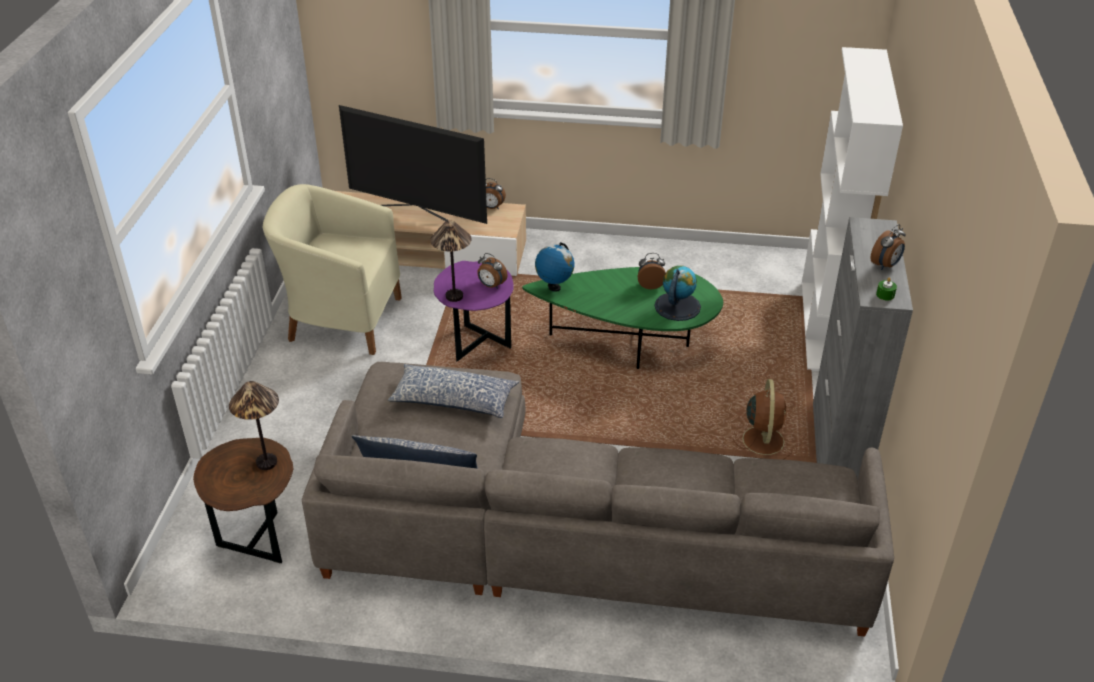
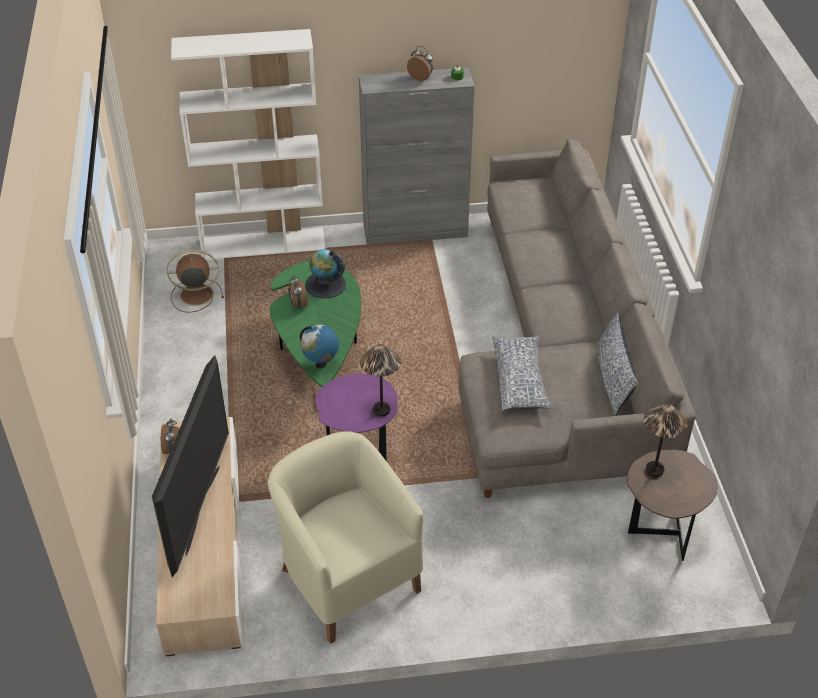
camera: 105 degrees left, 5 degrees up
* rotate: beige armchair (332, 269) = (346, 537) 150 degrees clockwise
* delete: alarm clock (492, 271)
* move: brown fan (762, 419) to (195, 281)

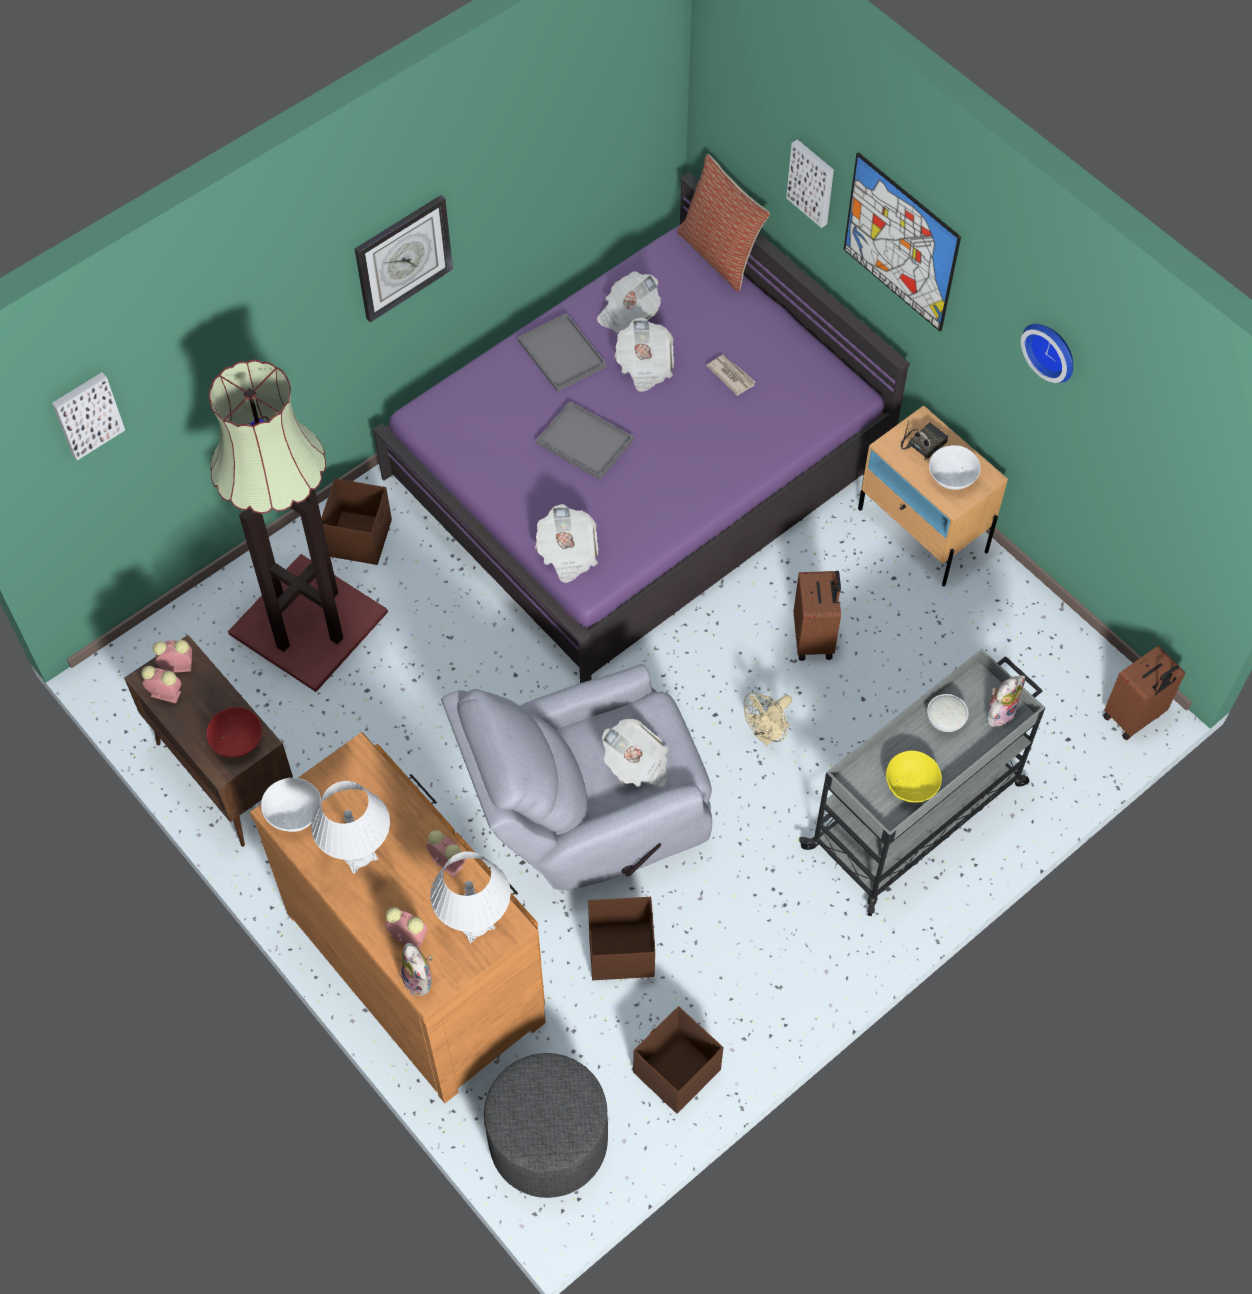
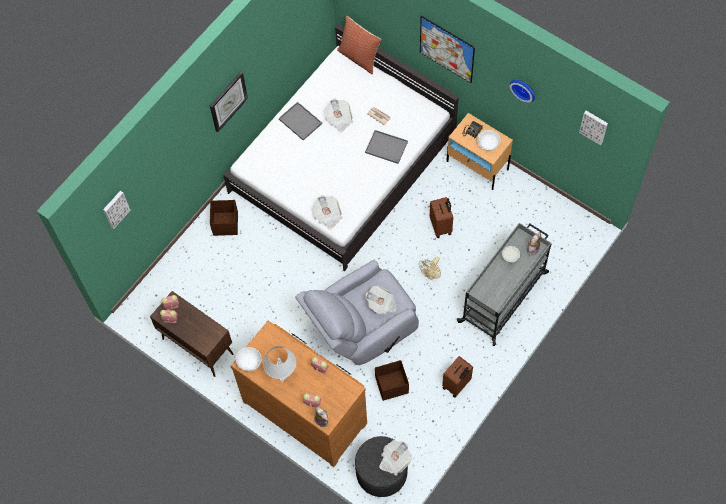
camera: 10 degrees left, 5 degrees up
* move: picture (810, 183) to (593, 128)
* recolor: purple bed (641, 428) to white bed (341, 147)
* move: newspaper (629, 302) to (395, 458)
* delete: floor lamp (298, 526)
* move: grey tray (585, 440) to (386, 147)
* move: brown suitcase (1144, 693) to (457, 376)
* delete: red bowl (234, 732)
* delete: yellow bowl (914, 777)
* delete: white table lamp (470, 897)
* delete: brown storage box (678, 1060)

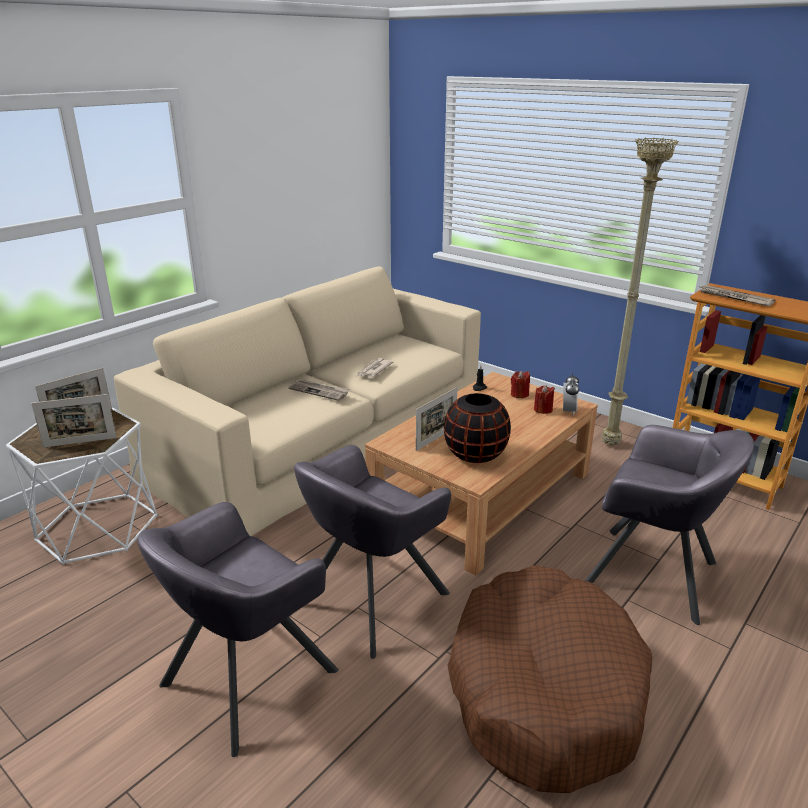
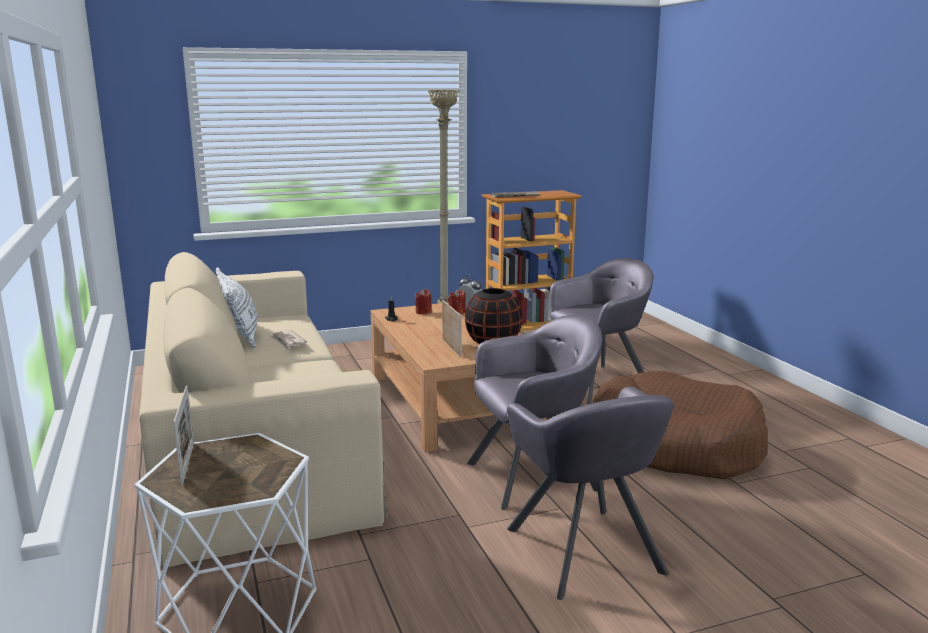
camera: 60 degrees left, 10 degrees down
* delete: newspaper (319, 390)
* delete: picture frame (74, 421)
* rotate: grey armchair (372, 552) = (534, 412) 90 degrees counterclockwise
* insert: white pillow (236, 308)

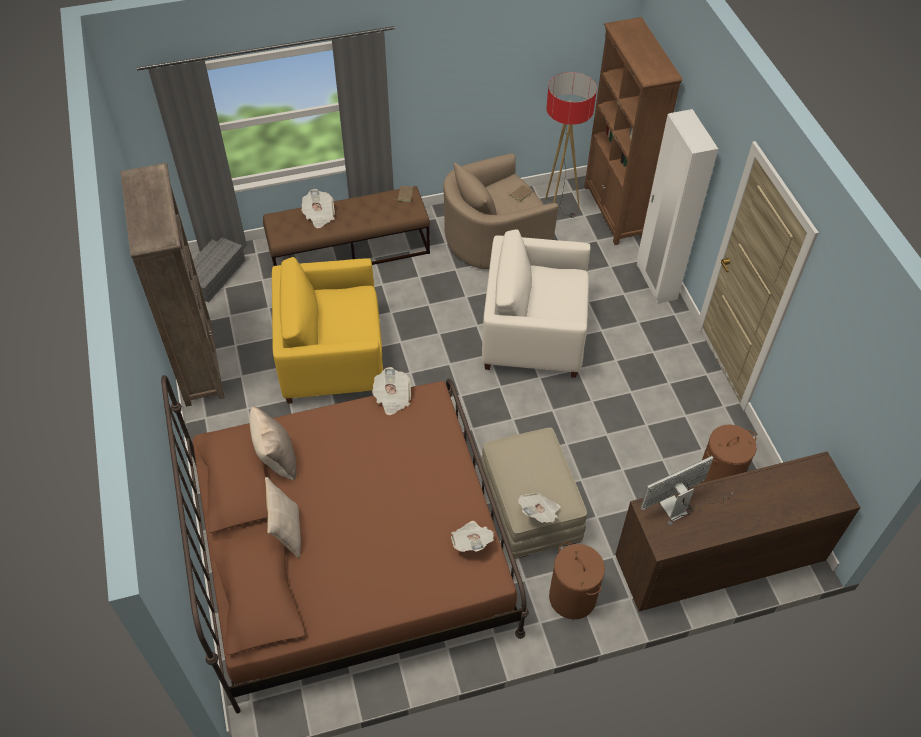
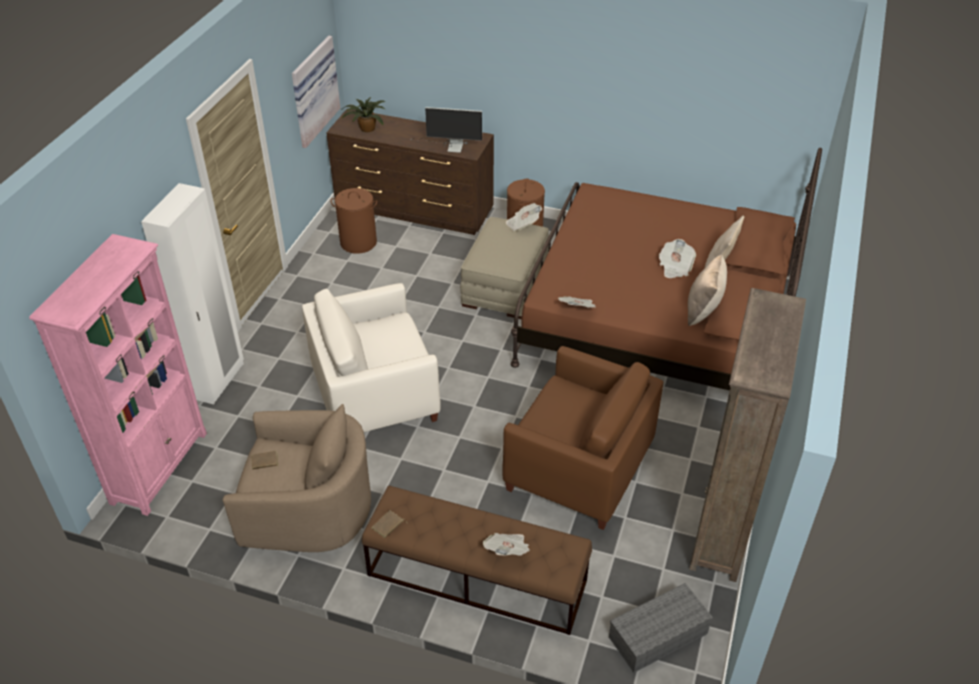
camera: 145 degrees left, 10 degrees down
* recolor: brown bookcase (633, 131) to pink bookcase (118, 375)
* delete: floor lamp (571, 145)
* rotate: white armchair (536, 303) = (371, 357) 120 degrees clockwise
* recolor: yellow armchair (327, 330) to brown armchair (582, 438)
* move: newspaper (472, 536) to (677, 258)
* insert: picture (316, 91)
* insert: potted plant (364, 114)

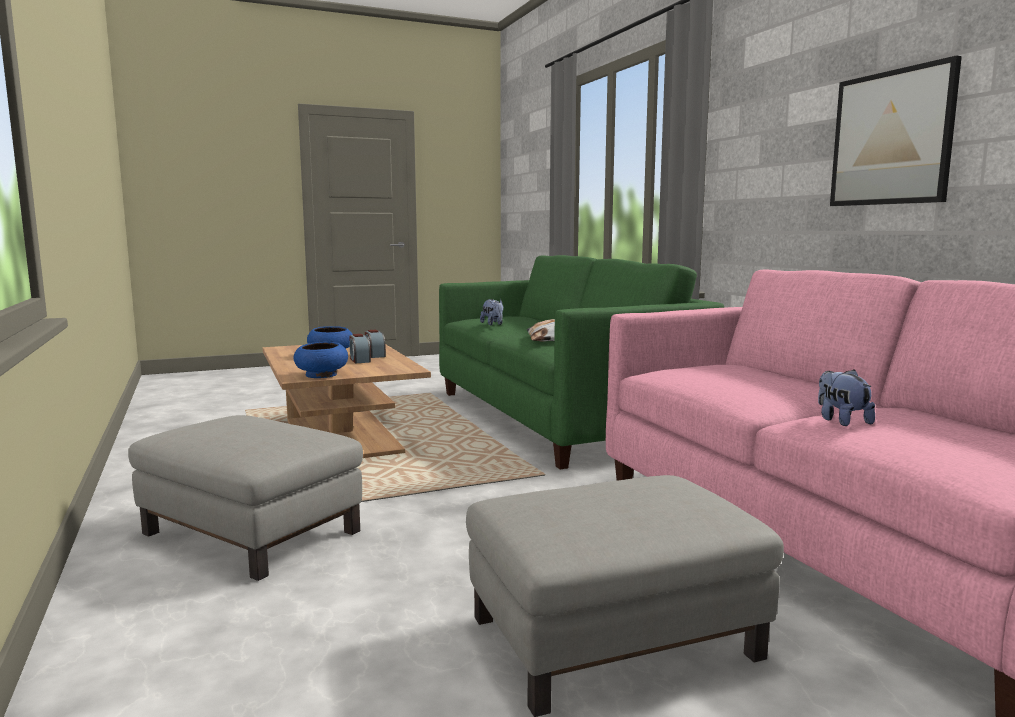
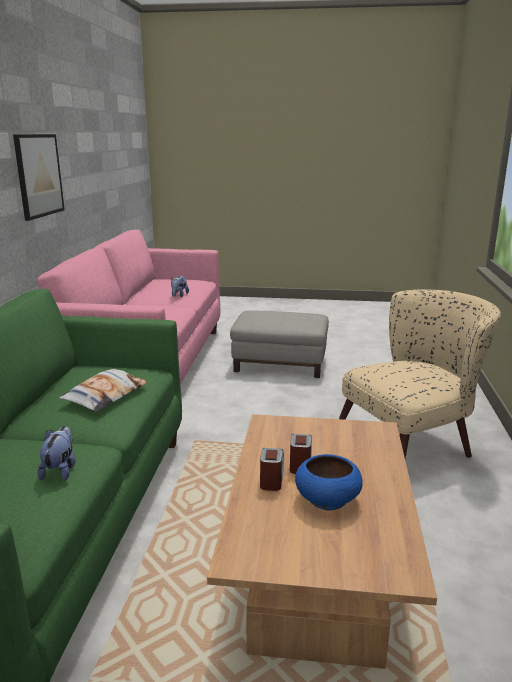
camera: 150 degrees left, 10 degrees up
* delete: blue bowl (320, 360)
* replace: grey ottoman (245, 498) to beige armchair (420, 373)

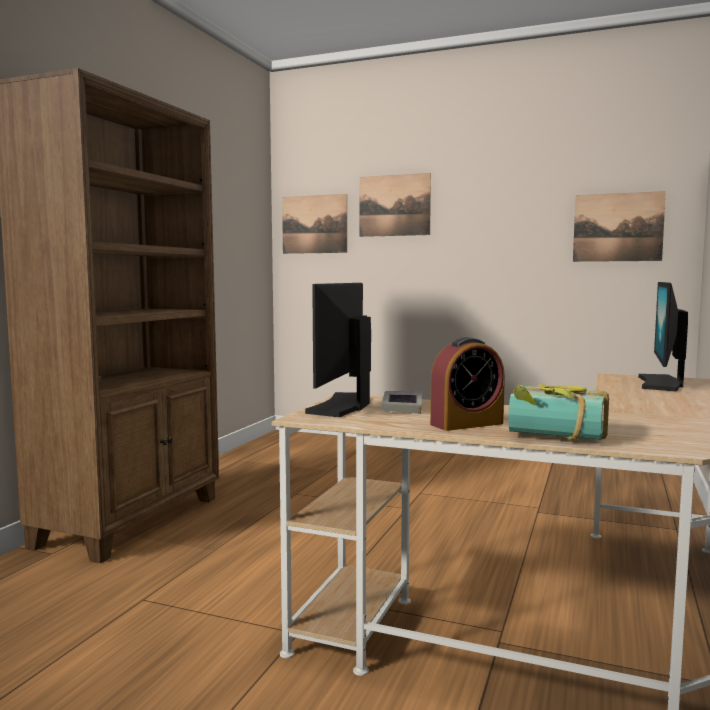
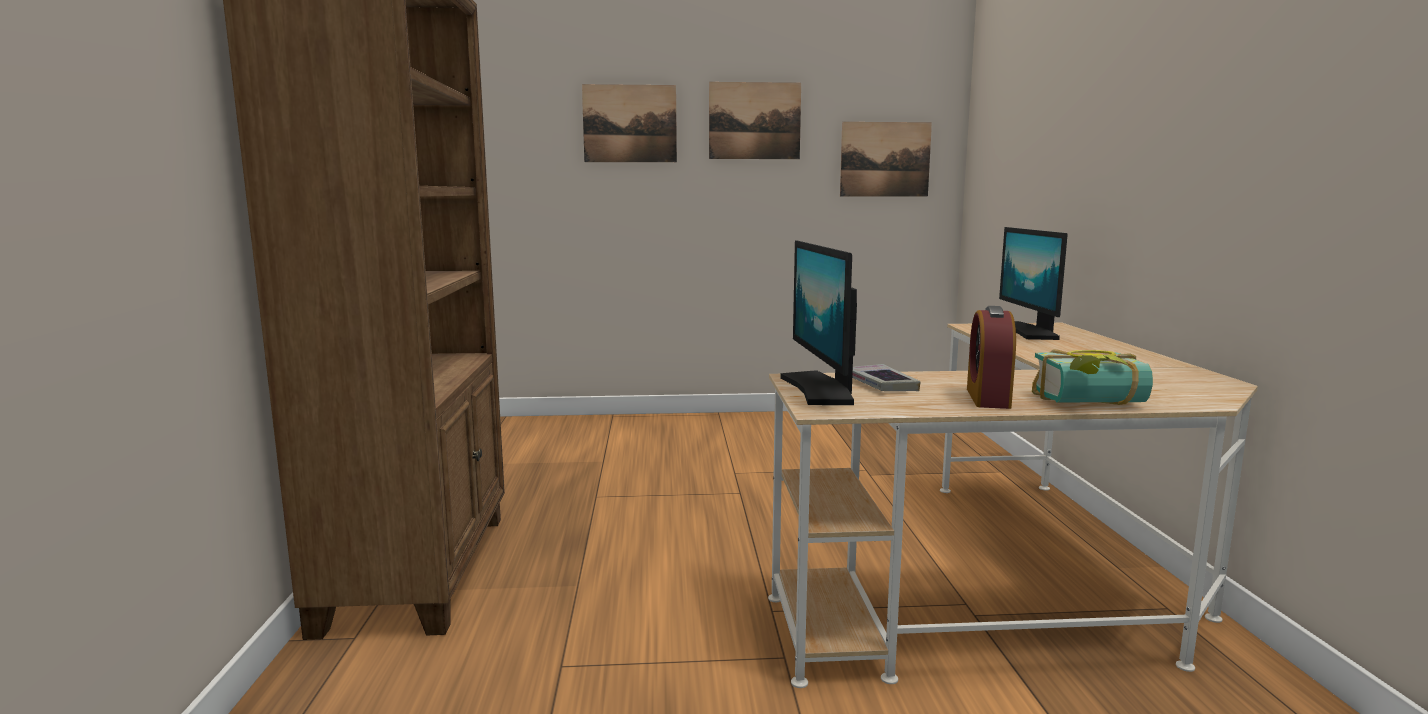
camera: 25 degrees left, 5 degrees up
* move: picture (314, 224) to (755, 120)
* rotate: alarm clock (467, 384) = (991, 357) 150 degrees clockwise

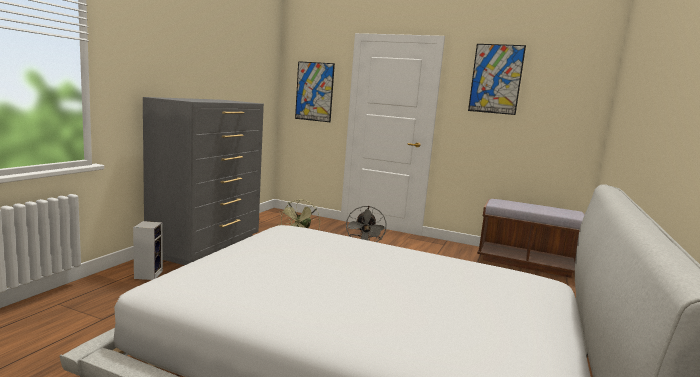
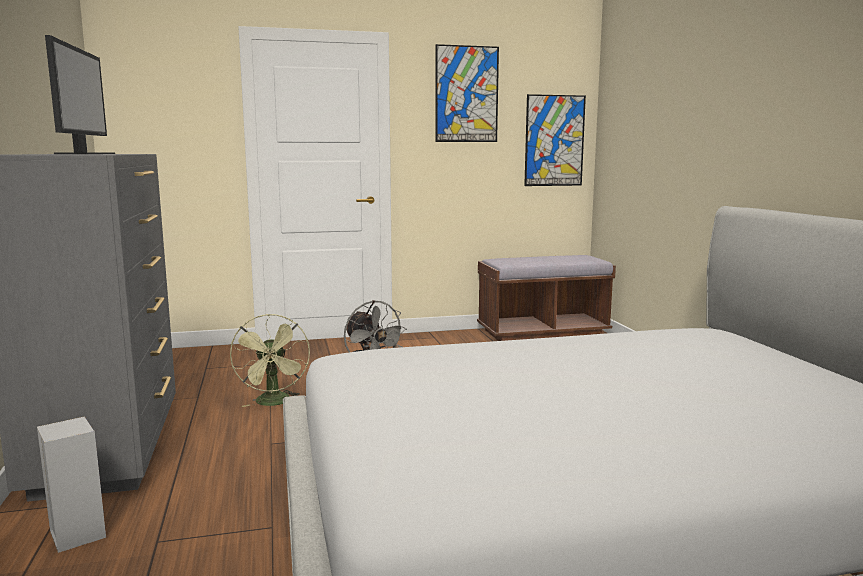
camera: 35 degrees left, 0 degrees up
* move: picture (315, 91) to (555, 140)
* insert: monitor (80, 94)

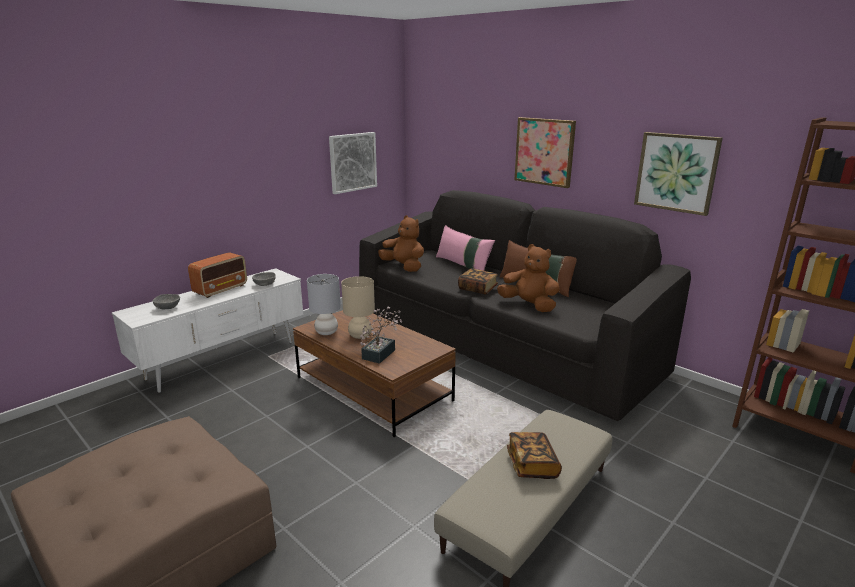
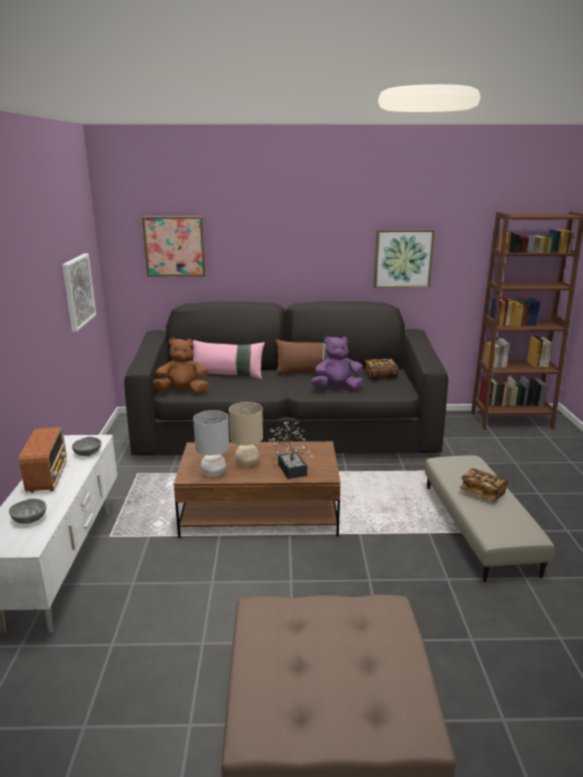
camera: 45 degrees left, 0 degrees up
* move: picture (545, 152) to (173, 246)
* recolor: brown plush toy (528, 278) to purple plush toy (337, 363)
* move: book (478, 281) to (381, 369)

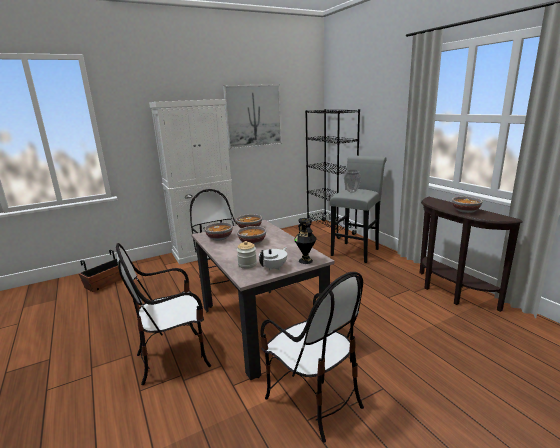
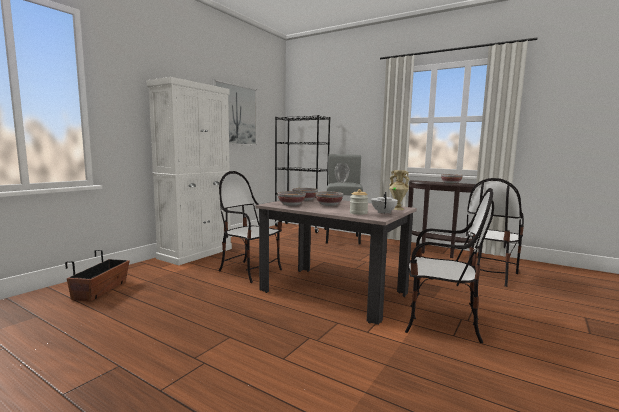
camera: 30 degrees left, 10 degrees down
* recolor: black vase (305, 241) to beige vase (399, 190)
* move: chair (163, 314) to (495, 232)

